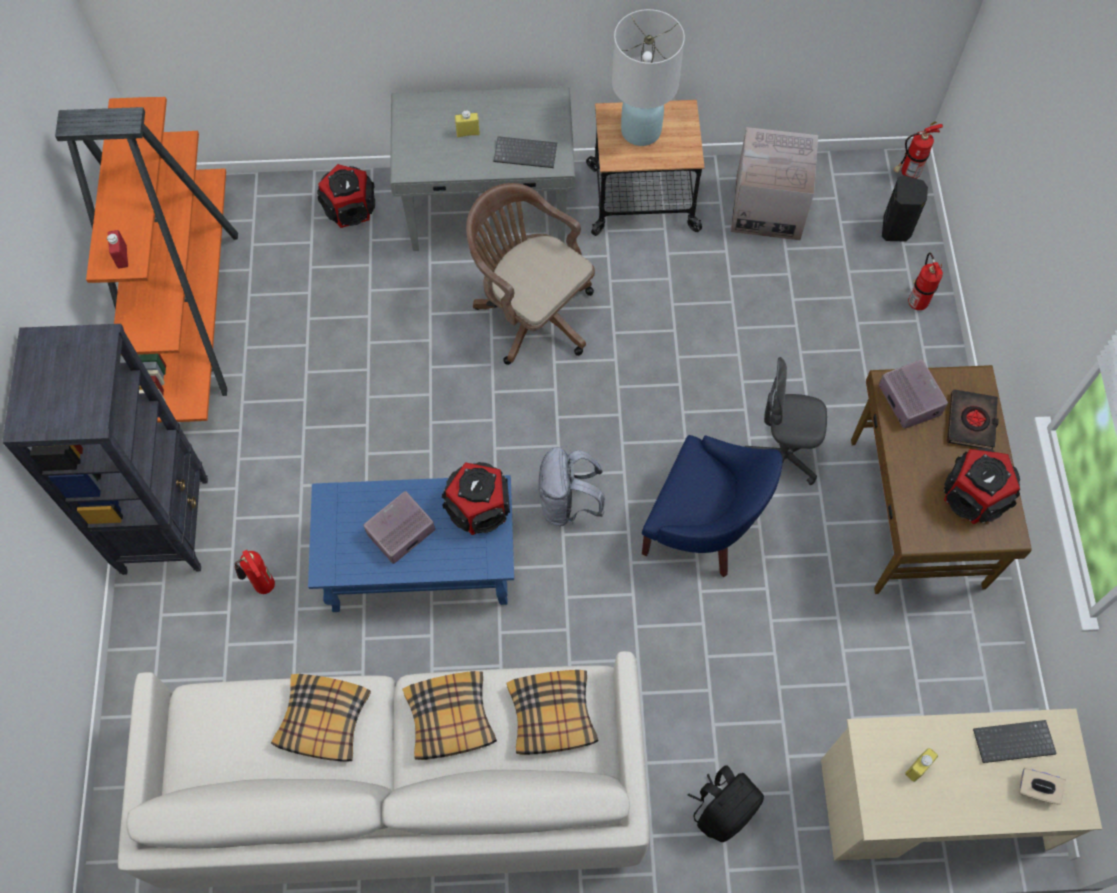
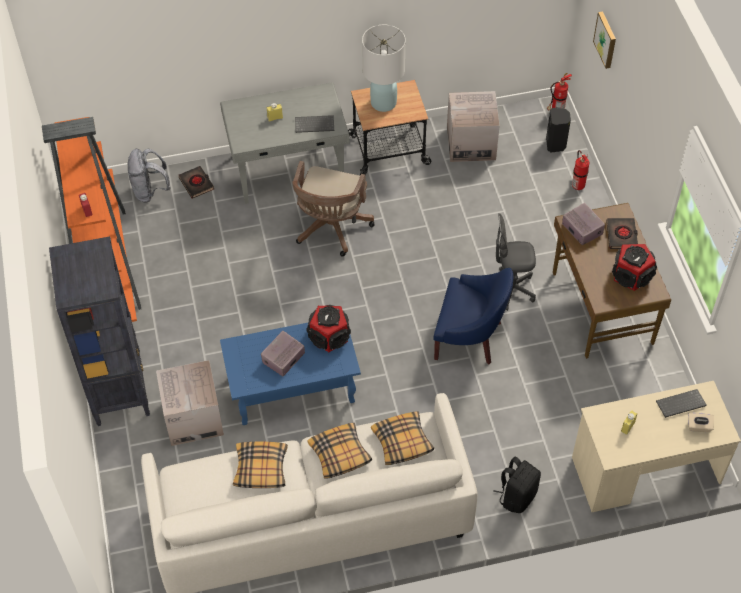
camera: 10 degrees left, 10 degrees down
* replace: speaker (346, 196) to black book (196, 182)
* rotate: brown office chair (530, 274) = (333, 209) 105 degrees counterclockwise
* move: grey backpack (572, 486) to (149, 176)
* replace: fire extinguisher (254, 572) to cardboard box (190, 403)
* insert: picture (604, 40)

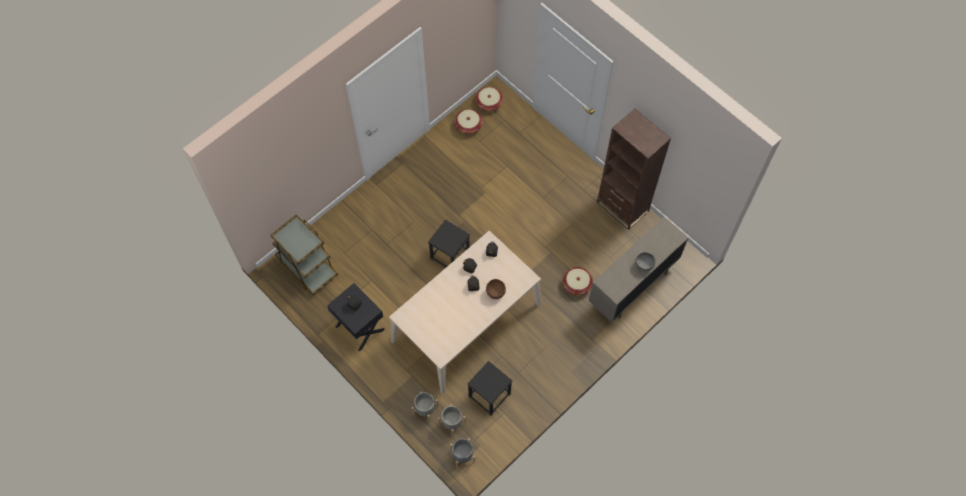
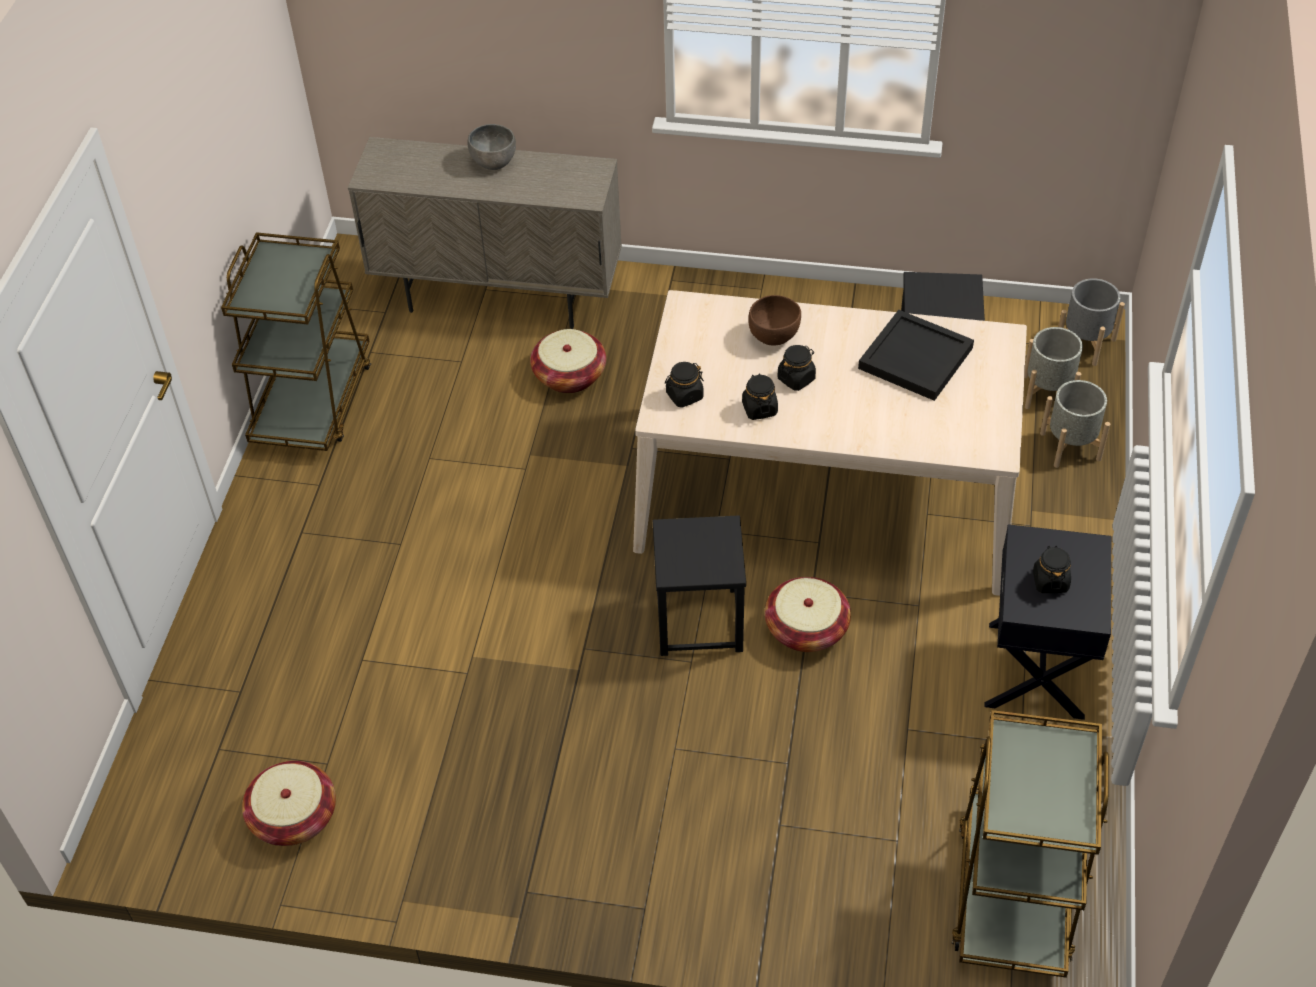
camera: 125 degrees left, 15 degrees down
* move: basket (489, 99) to (808, 614)
* replace: brown bookcase (634, 169) to brown cart (296, 341)
* insert: black tray (916, 355)

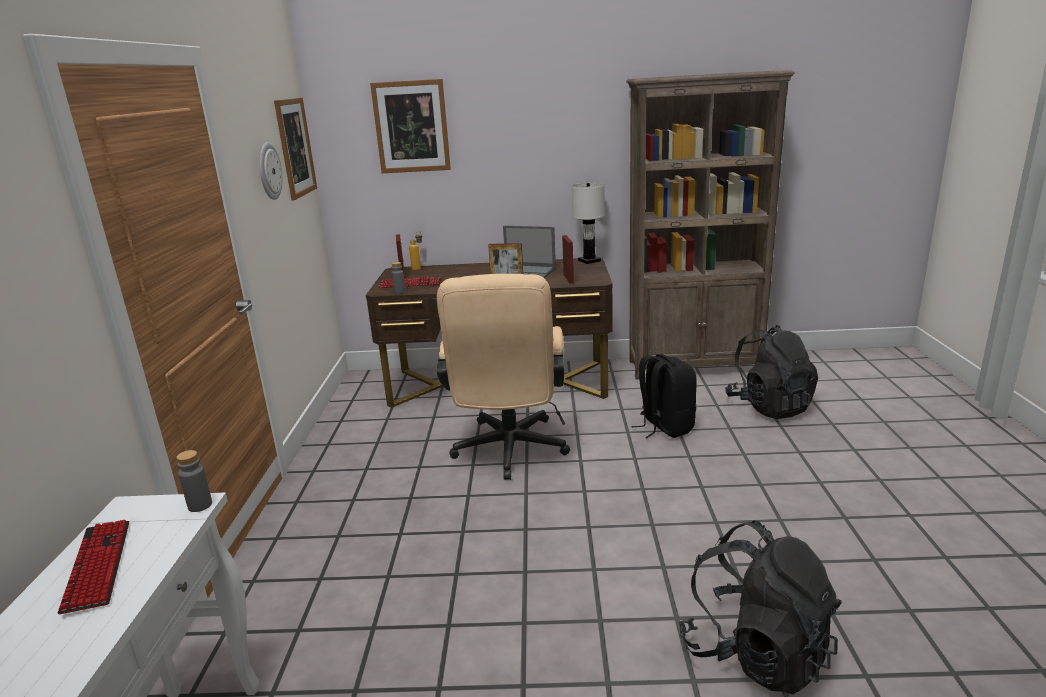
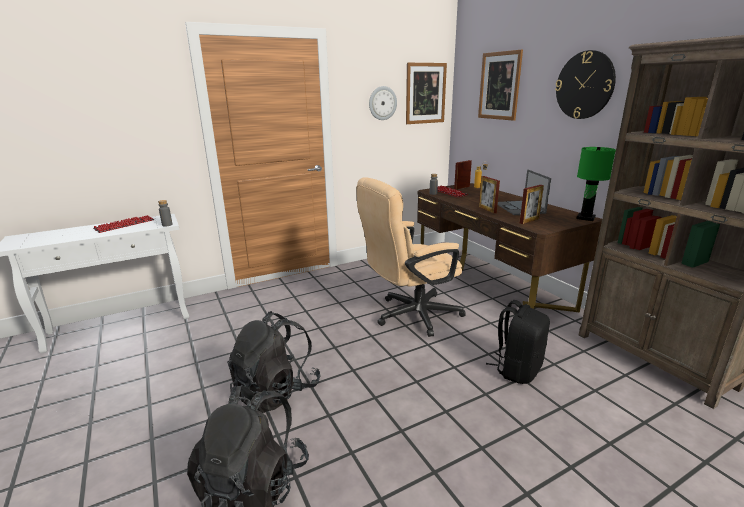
camera: 60 degrees right, 0 degrees up
* recolor: white table lamp (588, 223) to green table lamp (596, 184)
* move: black backpack (771, 372) to (274, 362)
* insert: wall clock (585, 84)

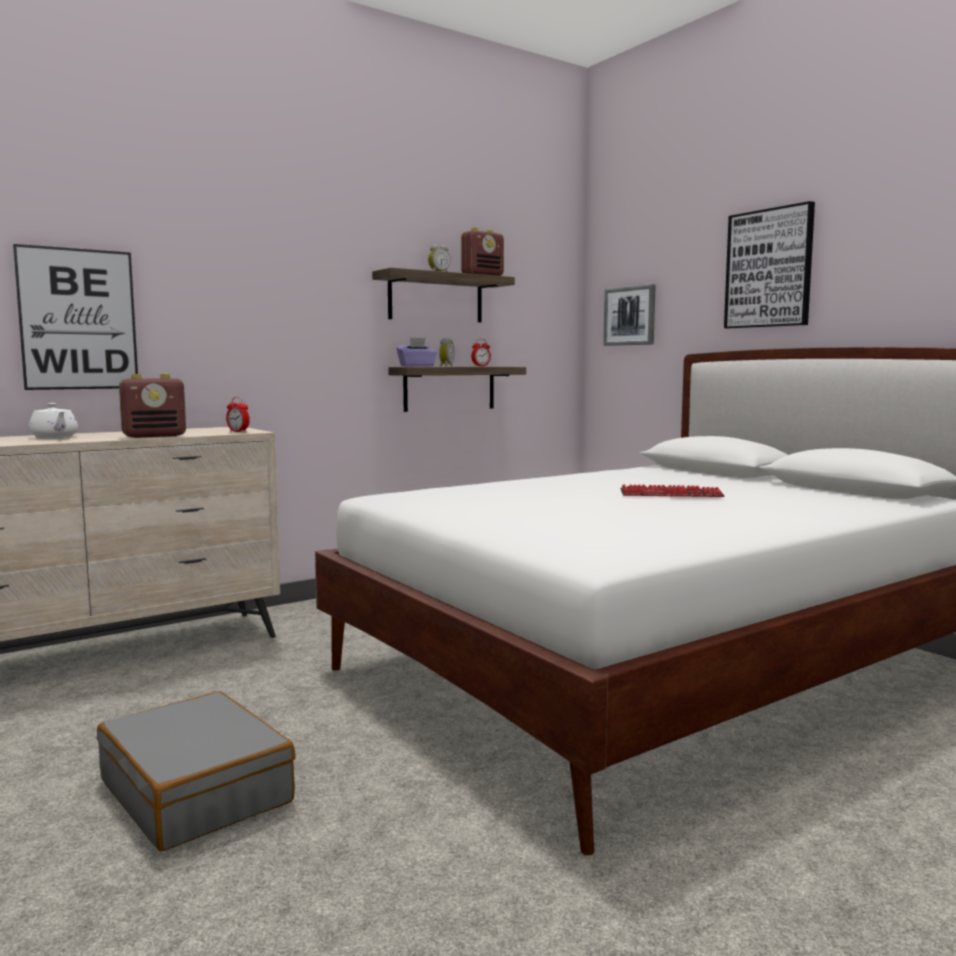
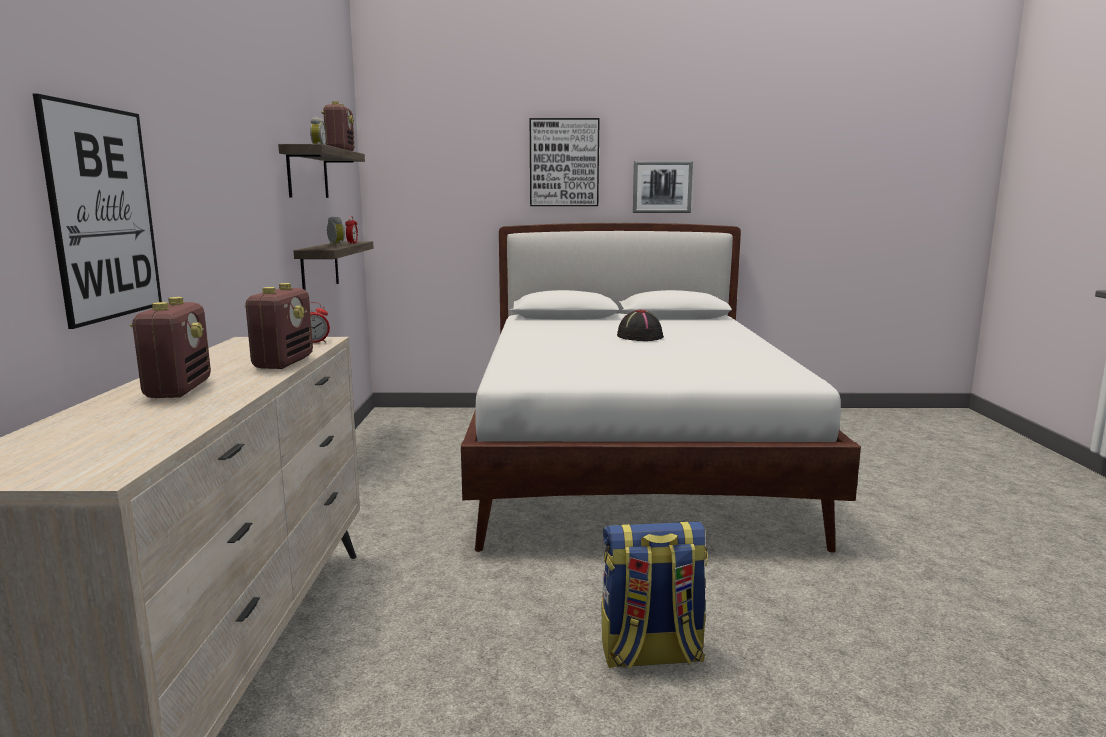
camera: 55 degrees left, 5 degrees up
* move: picture (629, 315) to (663, 187)
* delete: purple tissue box (417, 352)
* replace: white teapot (53, 420) to radio (170, 347)
* replace: keyboard (672, 491) to black hat (640, 325)
* replace: grey suitcase (196, 771) to backpack (655, 595)

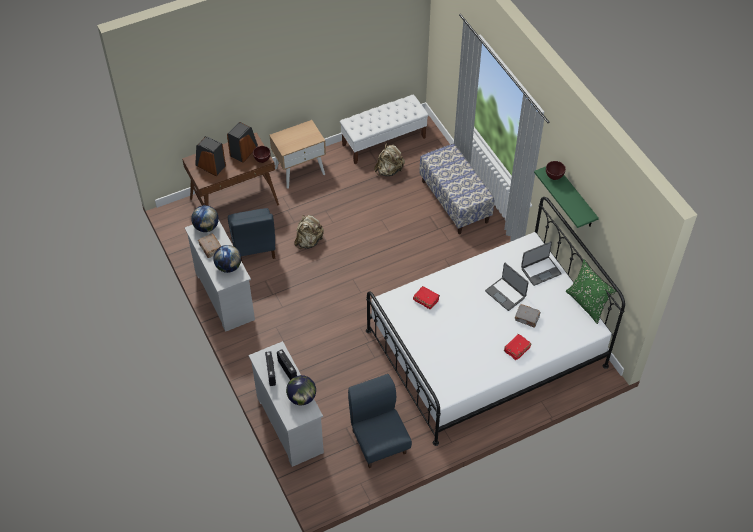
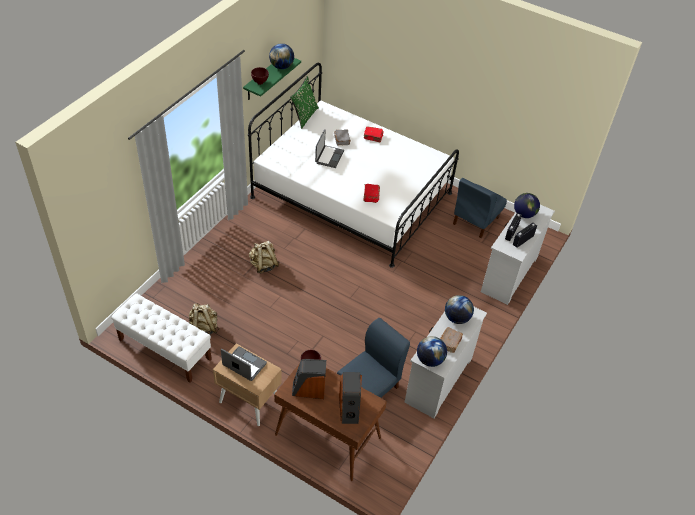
camera: 125 degrees left, 5 degrees down
* delete: bench (456, 189)
* move: beige backpack (309, 232) to (264, 256)
* move: laptop (541, 263) to (244, 363)
* insert: globe (281, 56)

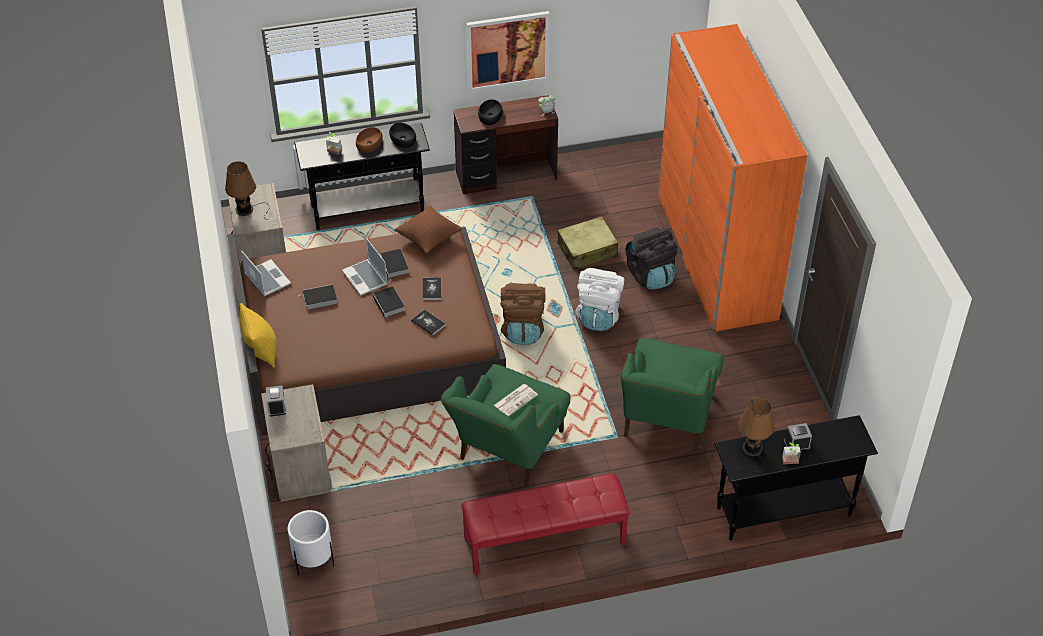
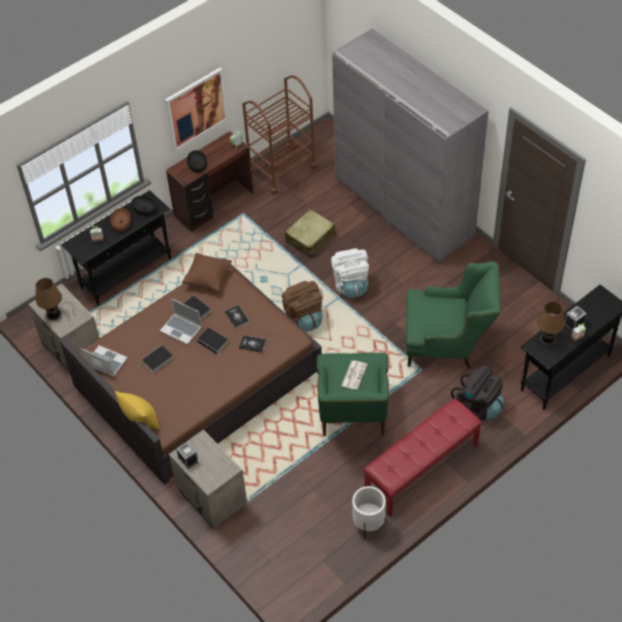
camera: 25 degrees left, 5 degrees up
* recolor: orange wardrobe (732, 177) to grey wardrobe (410, 145)
* move: black backpack (651, 258) to (477, 392)
* rotate: green armchair (672, 395) = (453, 315) 75 degrees counterclockwise
* move: white planter (311, 542) to (369, 512)
* insert: brown cart (280, 135)

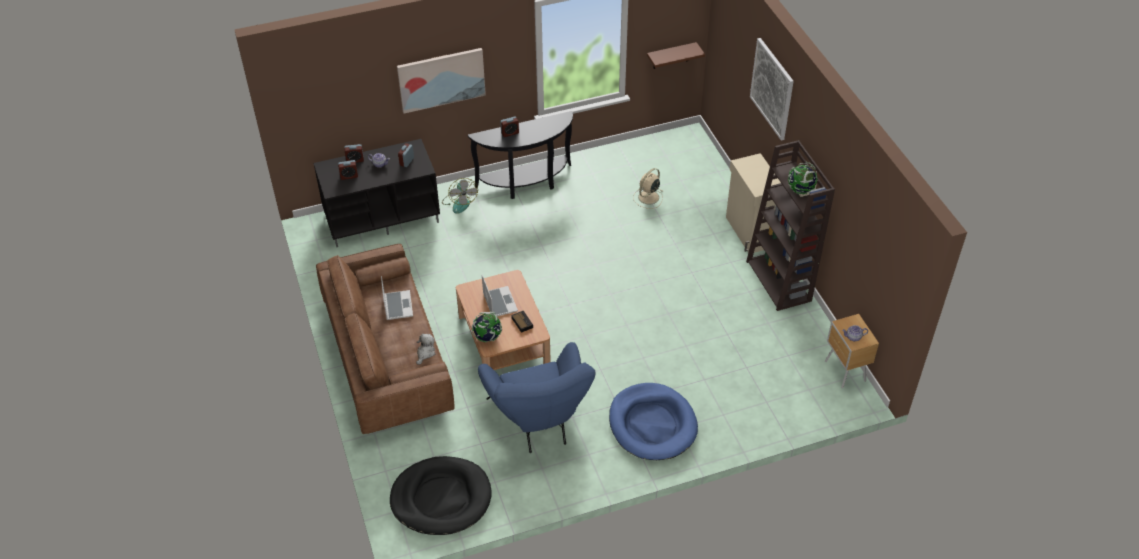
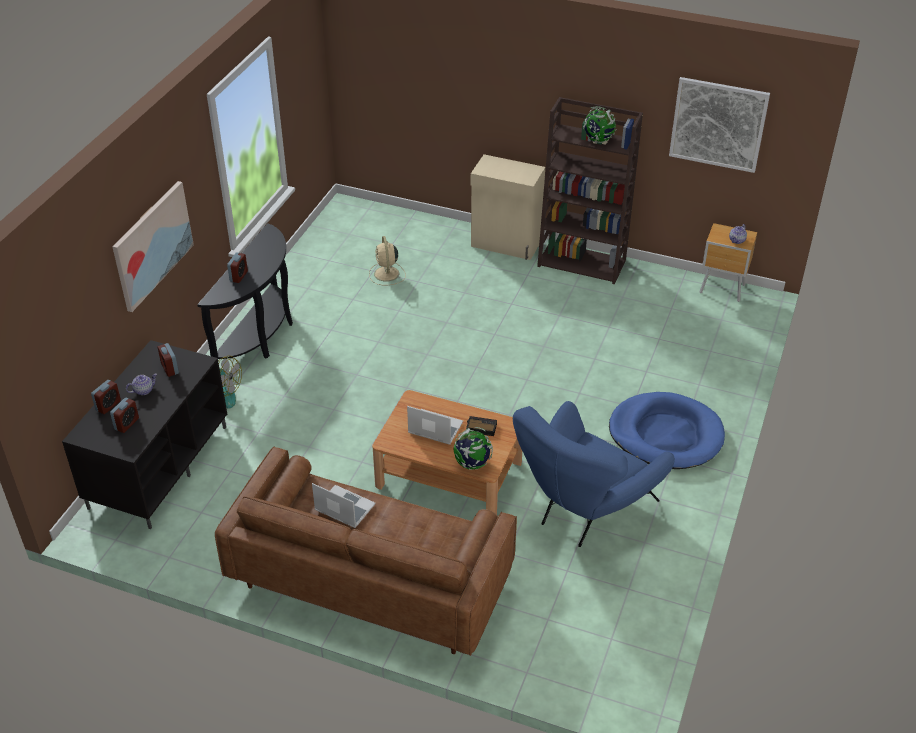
camera: 50 degrees left, 5 degrees down
* move: picture (772, 89) to (719, 125)
* delete: brown shelf (676, 55)
* delete: plush toy (425, 349)
* rotate: blue armchair (536, 397) = (594, 474) 105 degrees clockwise
* delete: black dog bed (441, 495)

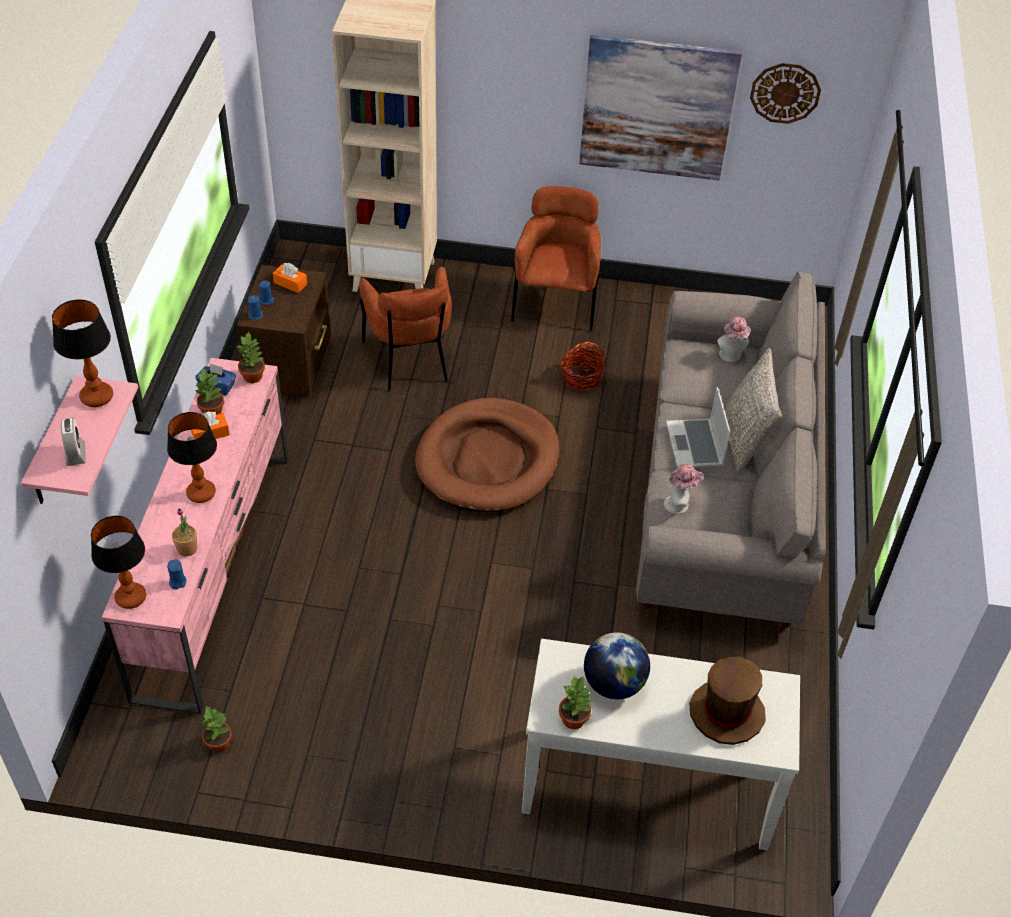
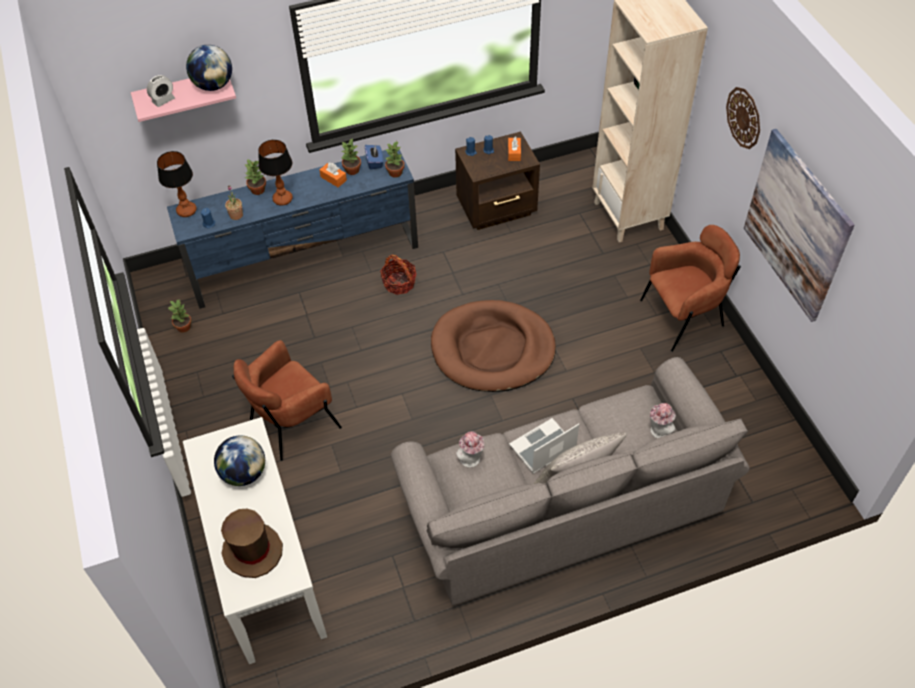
camera: 65 degrees right, 5 degrees up
* move: wall clock (785, 93) to (743, 118)
* move: brown armchair (405, 329) to (287, 400)
* replace: table lamp (82, 353) to globe (209, 68)
* move: basket (583, 365) to (398, 275)
* recolor: pink tv stand (195, 536) to blue tv stand (292, 229)
* move: potted plant (575, 702) to (255, 177)

